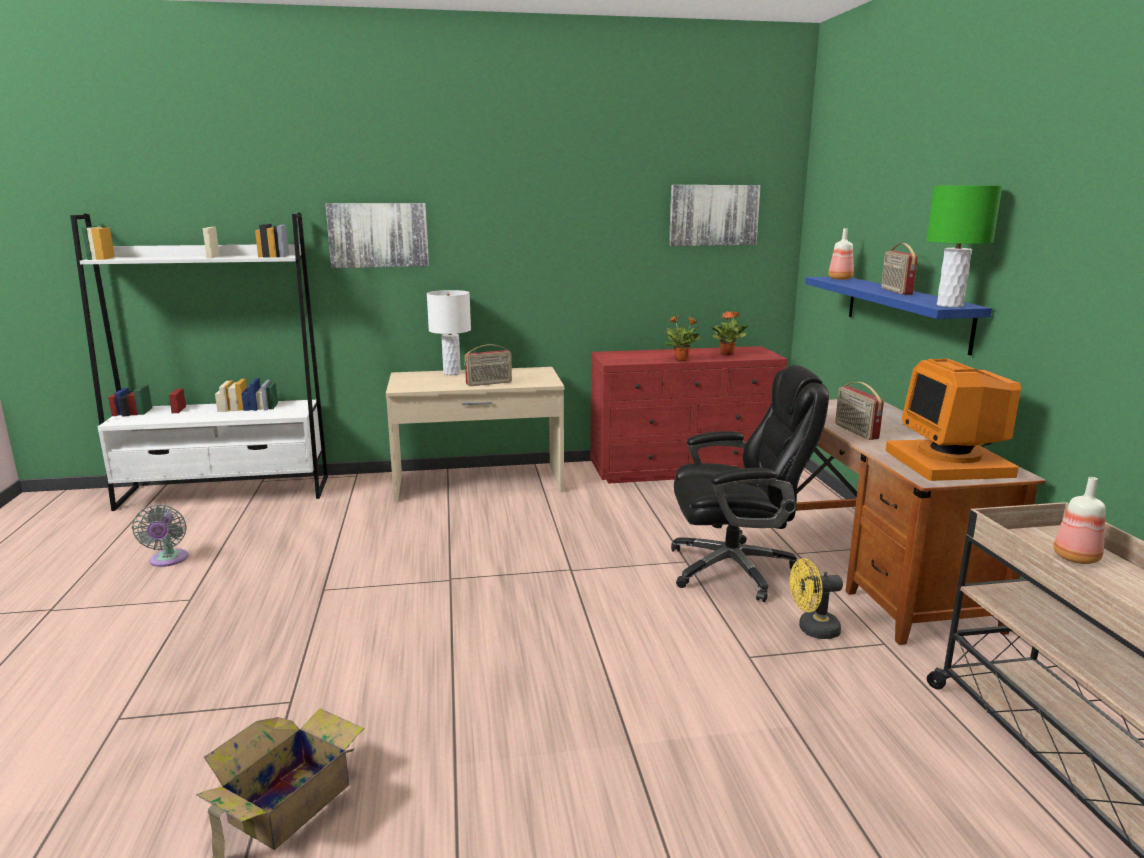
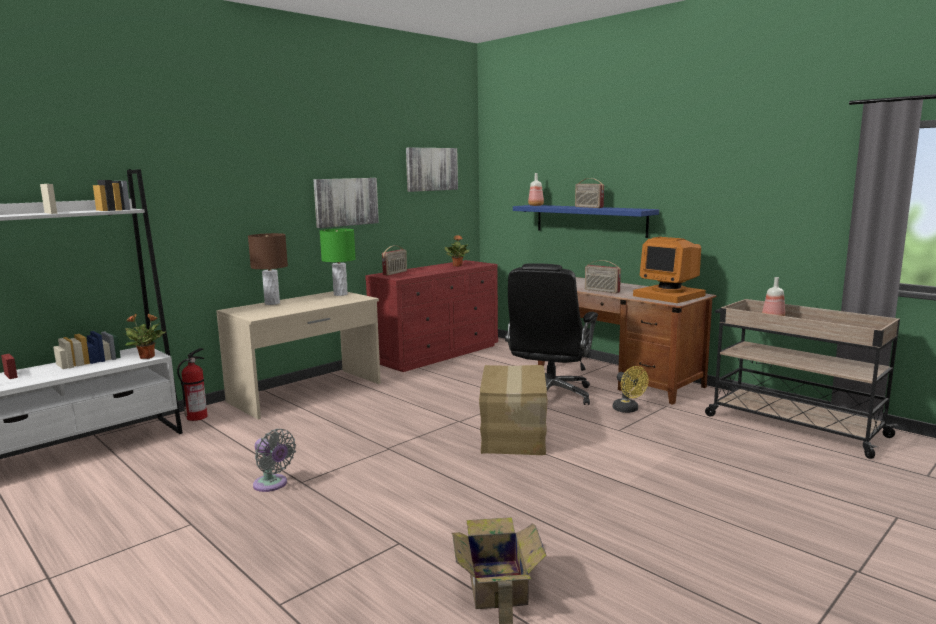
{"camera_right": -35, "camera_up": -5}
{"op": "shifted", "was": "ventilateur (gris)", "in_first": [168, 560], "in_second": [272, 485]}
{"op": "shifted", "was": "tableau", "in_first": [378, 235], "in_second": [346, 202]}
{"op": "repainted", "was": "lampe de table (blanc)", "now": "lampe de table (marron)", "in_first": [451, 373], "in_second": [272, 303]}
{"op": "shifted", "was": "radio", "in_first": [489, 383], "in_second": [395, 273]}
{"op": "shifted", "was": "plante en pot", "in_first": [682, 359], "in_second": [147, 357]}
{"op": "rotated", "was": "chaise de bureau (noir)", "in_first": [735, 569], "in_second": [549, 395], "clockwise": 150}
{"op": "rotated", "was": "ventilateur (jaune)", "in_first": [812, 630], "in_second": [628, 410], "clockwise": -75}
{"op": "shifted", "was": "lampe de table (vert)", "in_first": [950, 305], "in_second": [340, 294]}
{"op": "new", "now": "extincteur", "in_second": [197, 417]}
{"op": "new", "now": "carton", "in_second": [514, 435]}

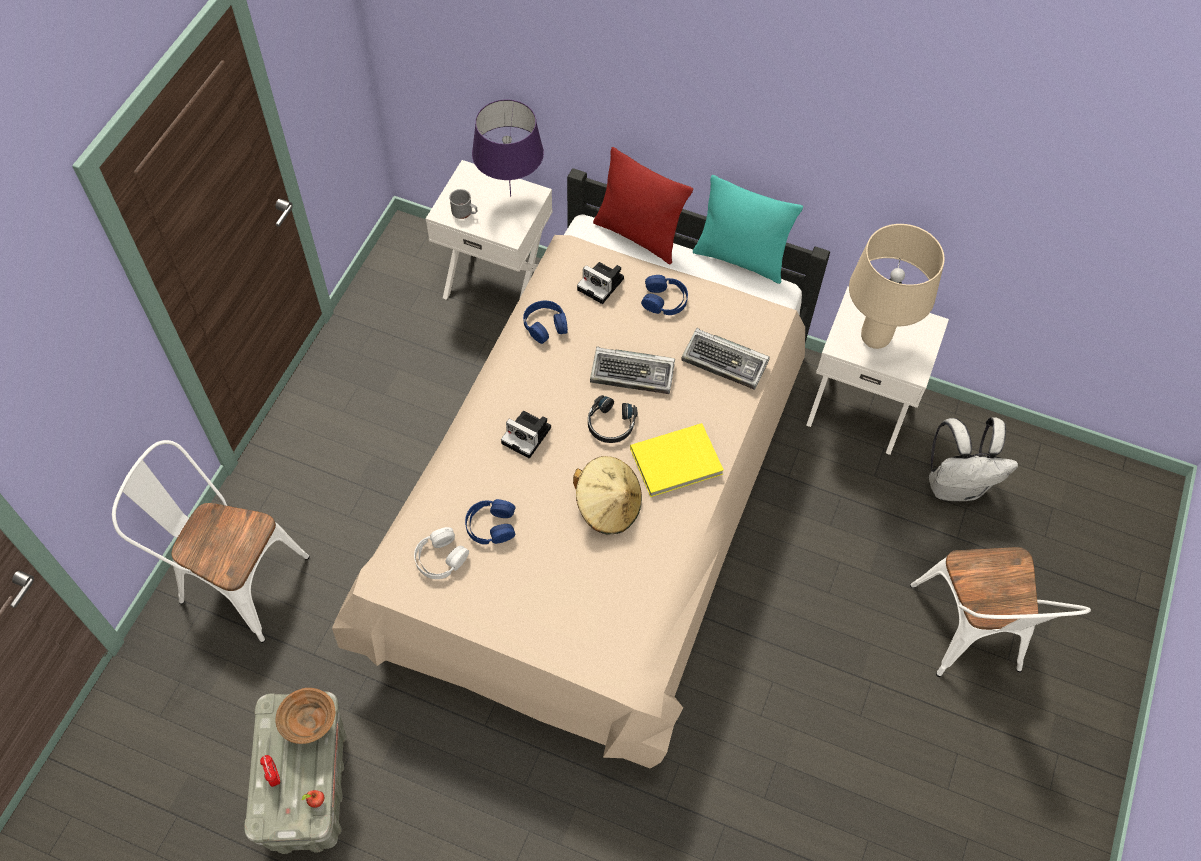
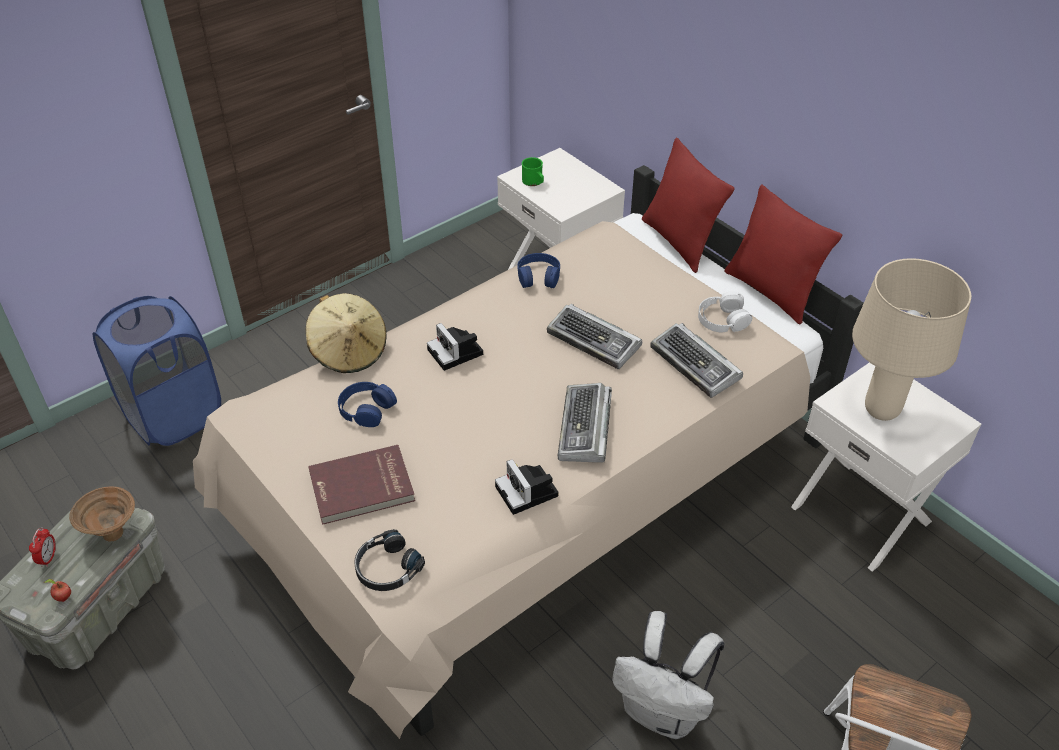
{"camera_right": 30, "camera_up": -15}
{"op": "swapped", "was": "chaise (blanc)", "now": "panier à linge (bleu)", "in_first": [233, 578], "in_second": [174, 415]}
{"op": "shifted", "was": "casque audio (blanc)", "in_first": [440, 558], "in_second": [722, 319]}
{"op": "repainted", "was": "mug (gris)", "now": "mug (vert)", "in_first": [464, 212], "in_second": [534, 182]}
{"op": "gone", "was": "lampe de table (violet)", "in_first": [510, 196]}
{"op": "shifted", "was": "chapeau (beige)", "in_first": [608, 506], "in_second": [349, 351]}
{"op": "shifted", "was": "appareil photo", "in_first": [602, 284], "in_second": [528, 492]}
{"op": "shifted", "was": "casque audio (noir)", "in_first": [610, 424], "in_second": [387, 568]}
{"op": "swapped", "was": "livre (jaune)", "now": "clavier", "in_first": [676, 463], "in_second": [585, 429]}
{"op": "gone", "was": "casque audio (bleu)", "in_first": [664, 300]}
{"op": "repainted", "was": "coussin (turquoise)", "now": "coussin (rouge)", "in_first": [740, 258], "in_second": [771, 292]}
{"op": "shifted", "was": "sac à dos (blanc)", "in_first": [956, 485], "in_second": [663, 712]}
{"op": "new", "now": "livre (rouge)", "in_second": [362, 488]}

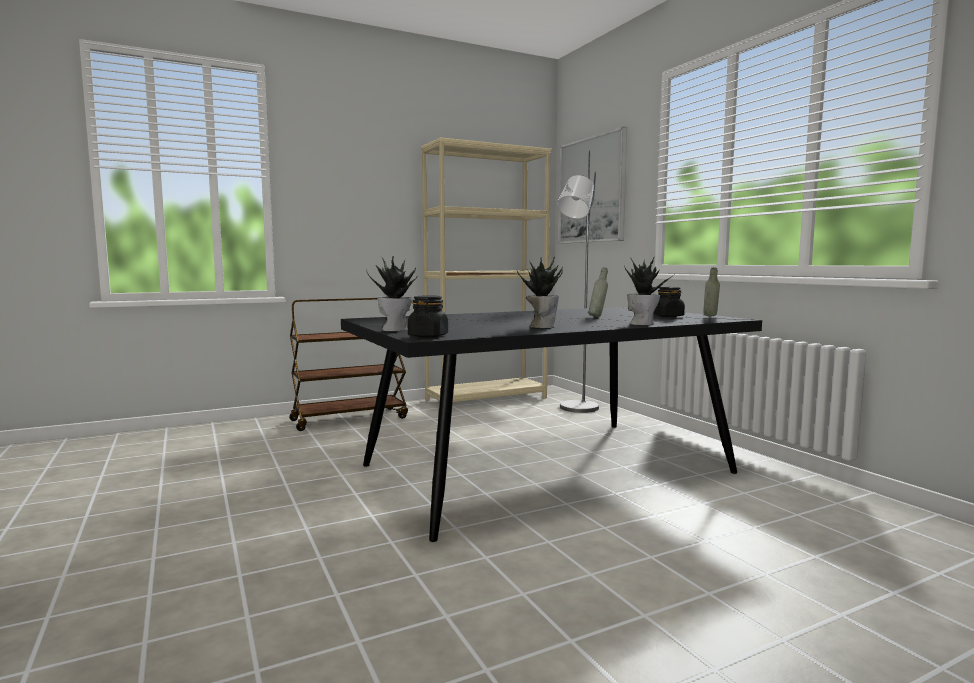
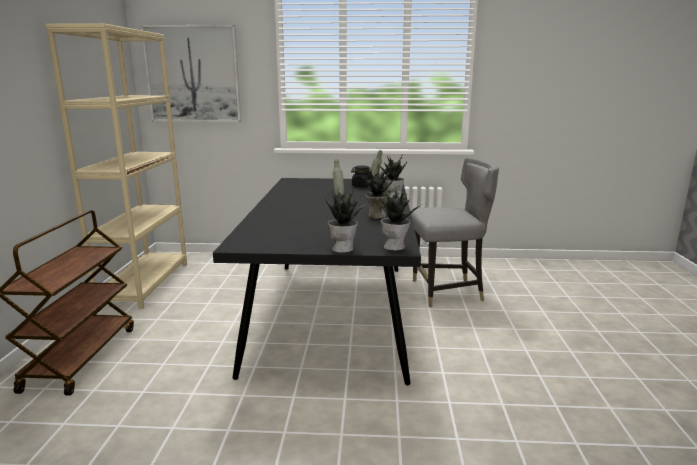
{"camera_right": -60, "camera_up": 10}
{"op": "swapped", "was": "bocal (noir)", "now": "plante en pot", "in_first": [428, 336], "in_second": [395, 246]}
{"op": "gone", "was": "lampadaire (gris)", "in_first": [576, 409]}
{"op": "new", "now": "chaise (gris)", "in_second": [446, 292]}

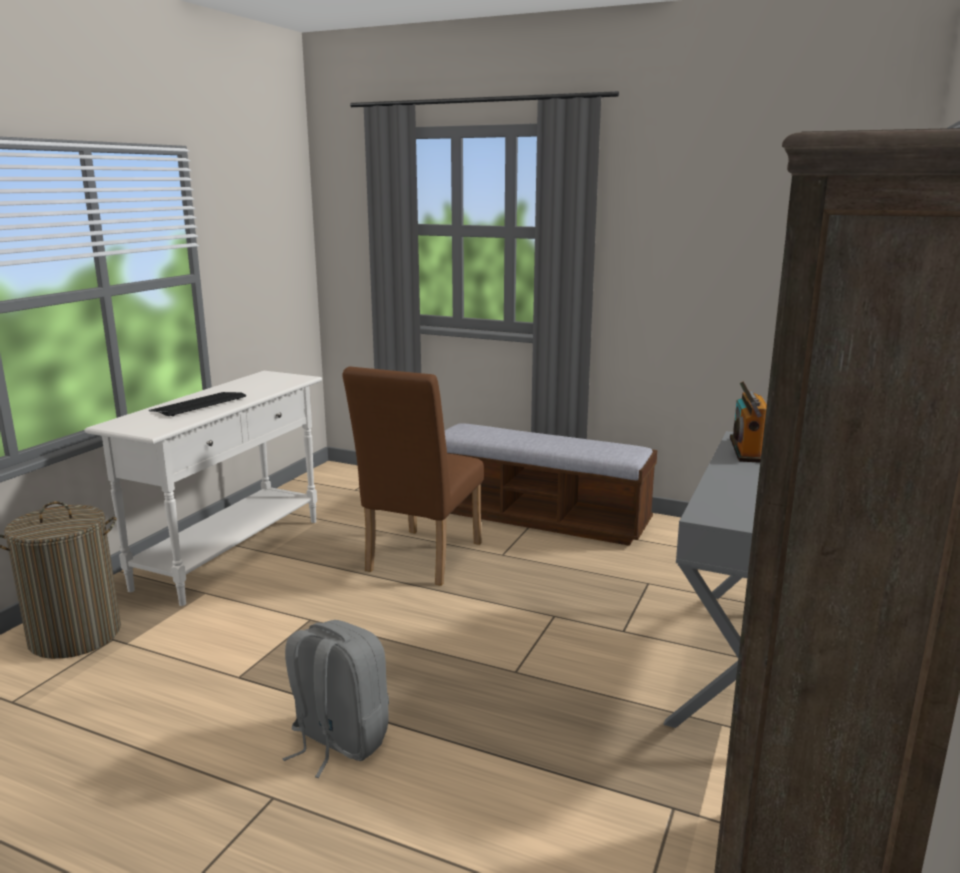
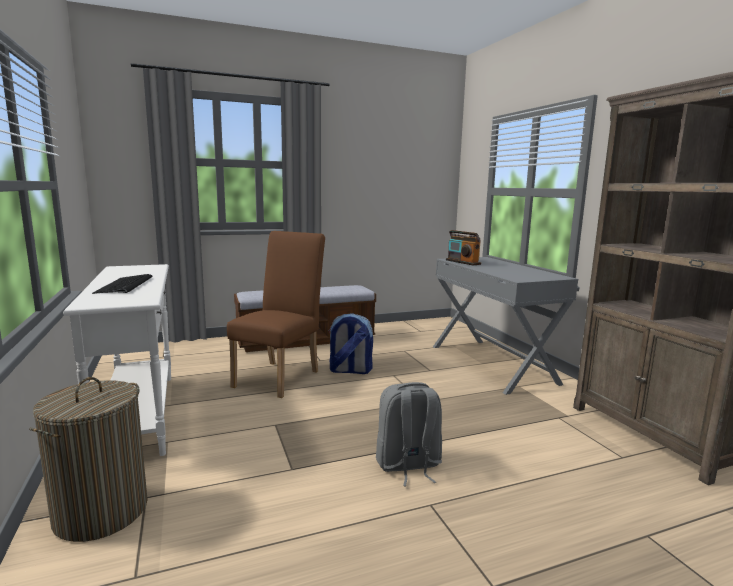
{"camera_right": -45, "camera_up": -5}
{"op": "rotated", "was": "chaise (marron)", "in_first": [419, 560], "in_second": [281, 376], "clockwise": -135}
{"op": "new", "now": "sac à dos", "in_second": [349, 370]}

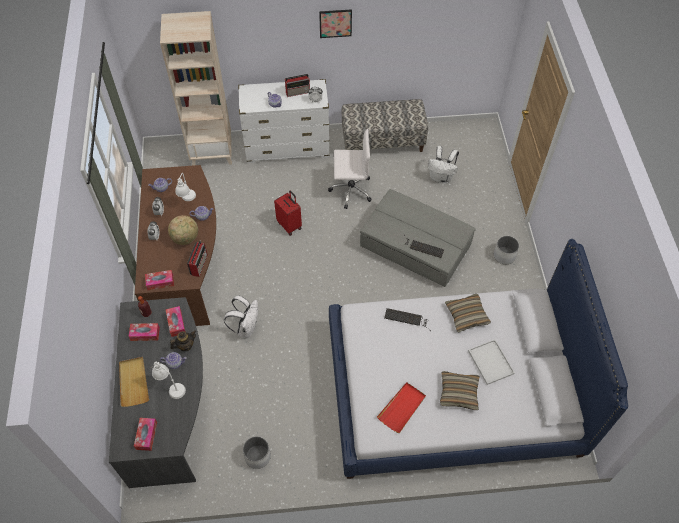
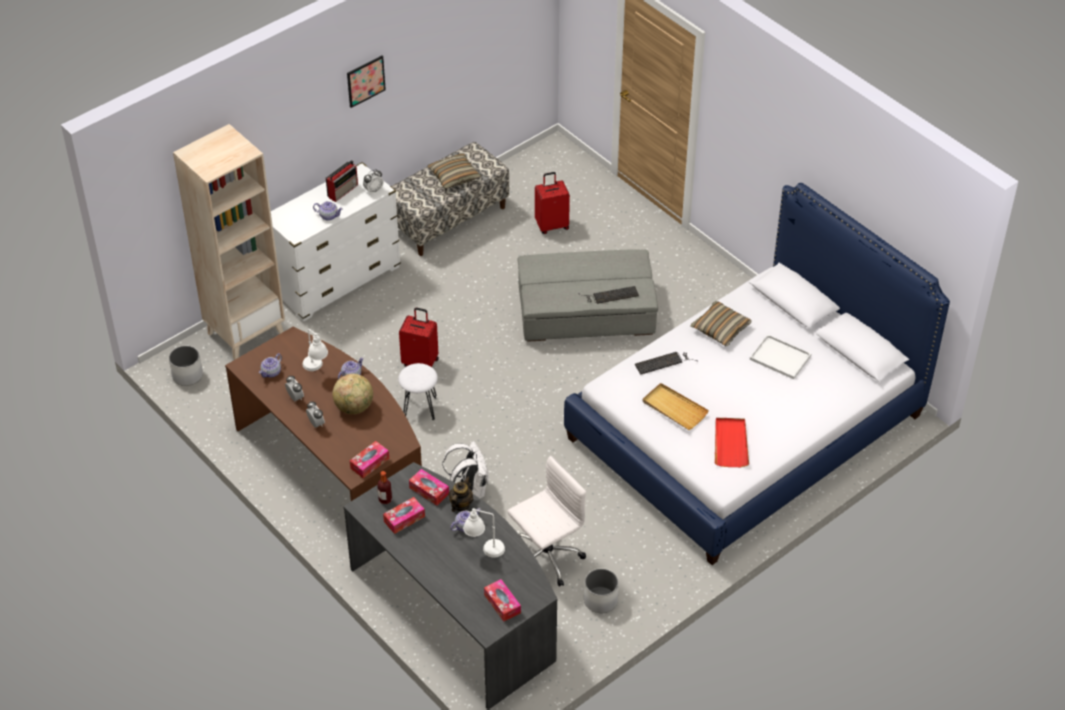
{"camera_right": -35, "camera_up": -10}
{"op": "shifted", "was": "plateau (beige)", "in_first": [133, 382], "in_second": [674, 408]}
{"op": "gone", "was": "radio", "in_first": [199, 264]}
{"op": "shifted", "was": "chaise de bureau (blanc)", "in_first": [350, 190], "in_second": [545, 557]}
{"op": "swapped", "was": "sac à dos (blanc)", "now": "valise (rouge)", "in_first": [441, 177], "in_second": [552, 225]}
{"op": "shifted", "was": "coussin", "in_first": [458, 393], "in_second": [454, 176]}
{"op": "shifted", "was": "cache-pot (blanc)", "in_first": [504, 256], "in_second": [188, 375]}
{"op": "new", "now": "tabouret (blanc)", "in_second": [420, 408]}

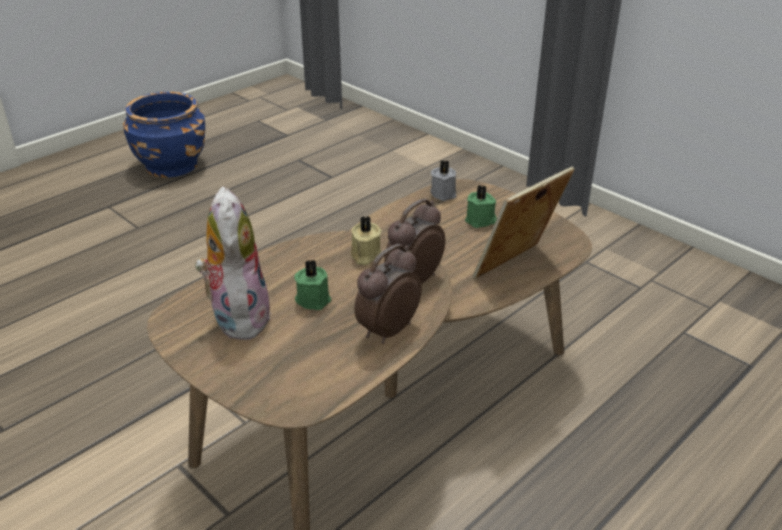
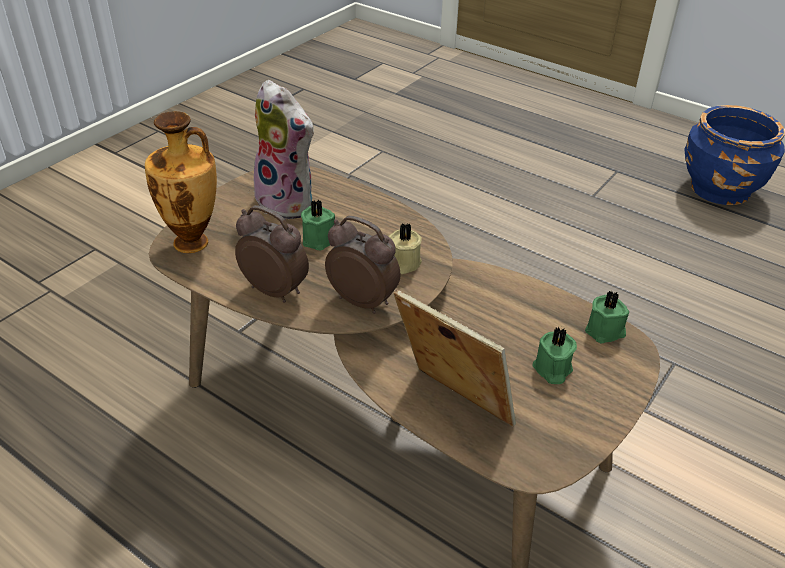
{"camera_right": 80, "camera_up": 5}
{"op": "rotated", "was": "peluche", "in_first": [237, 316], "in_second": [289, 203], "clockwise": 60}
{"op": "repainted", "was": "bougie (gris)", "now": "bougie (vert)", "in_first": [444, 193], "in_second": [605, 331]}
{"op": "new", "now": "vase", "in_second": [193, 243]}

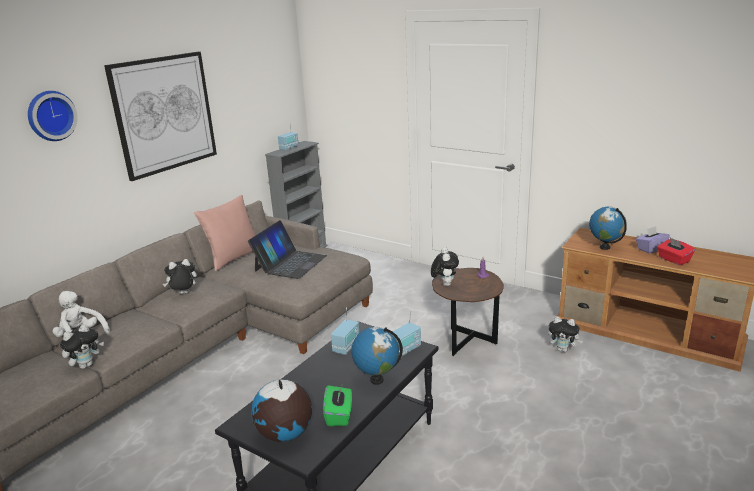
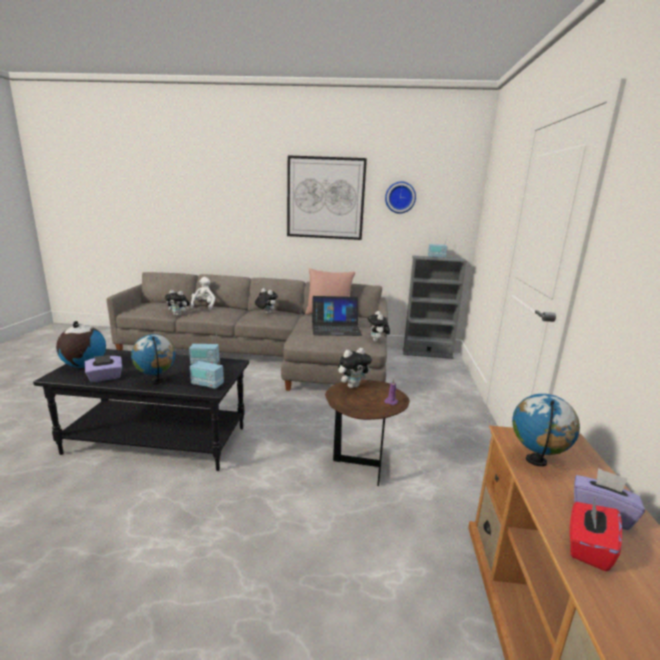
{"camera_right": 60, "camera_up": -5}
{"op": "shifted", "was": "horloge murale", "in_first": [50, 115], "in_second": [400, 197]}
{"op": "repainted", "was": "boîte à mouchoirs (vert)", "now": "boîte à mouchoirs (violet)", "in_first": [339, 415], "in_second": [105, 377]}
{"op": "shifted", "was": "peluche", "in_first": [563, 349], "in_second": [377, 341]}

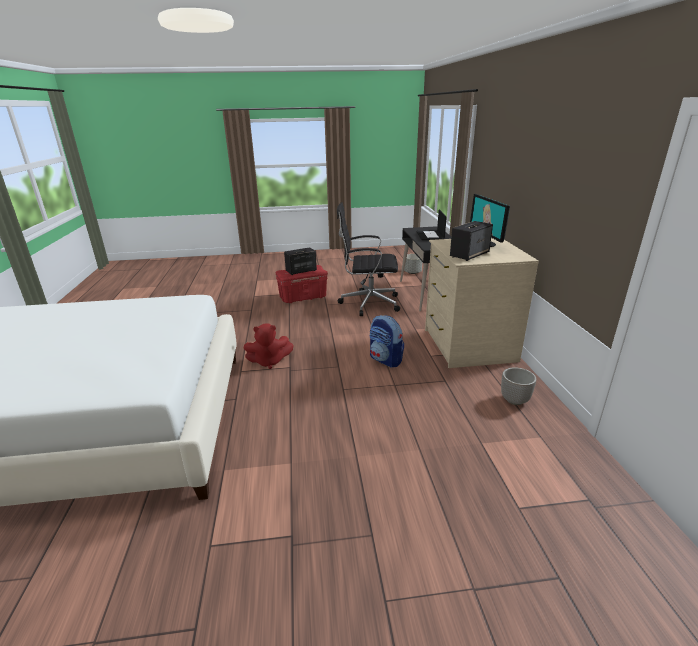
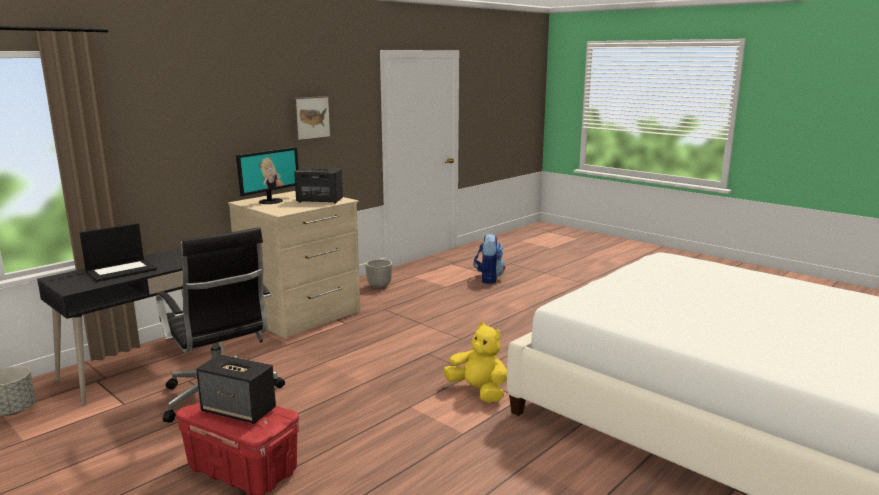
{"camera_right": -130, "camera_up": -10}
{"op": "repainted", "was": "peluche (rouge)", "now": "peluche (jaune)", "in_first": [269, 361], "in_second": [478, 391]}
{"op": "shifted", "was": "sac à dos", "in_first": [386, 360], "in_second": [488, 278]}
{"op": "new", "now": "tableau", "in_second": [310, 117]}

